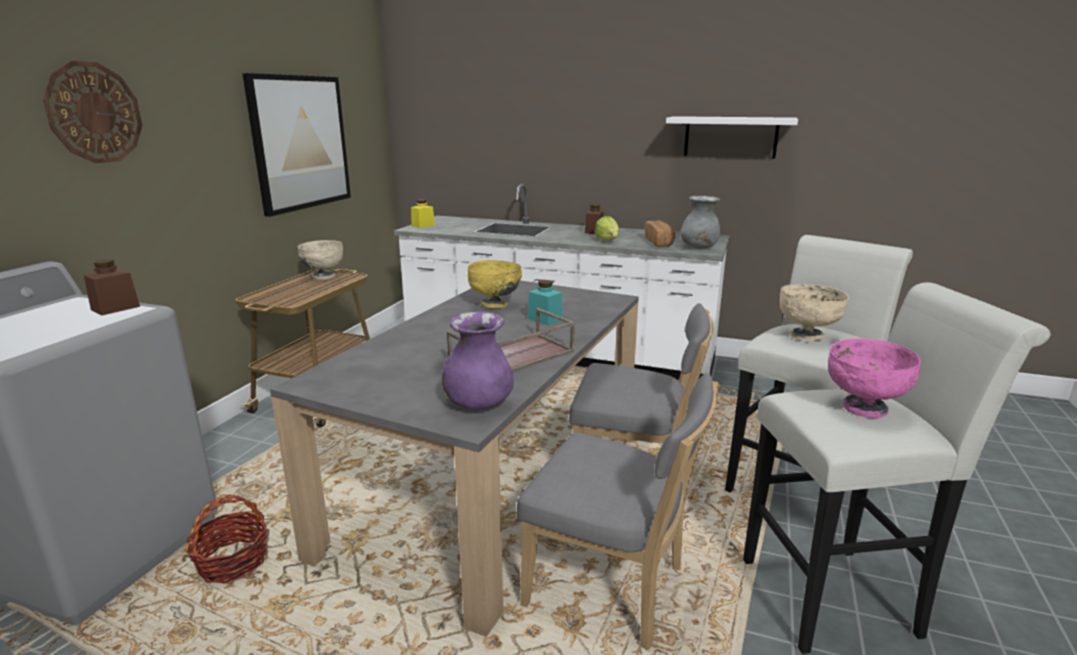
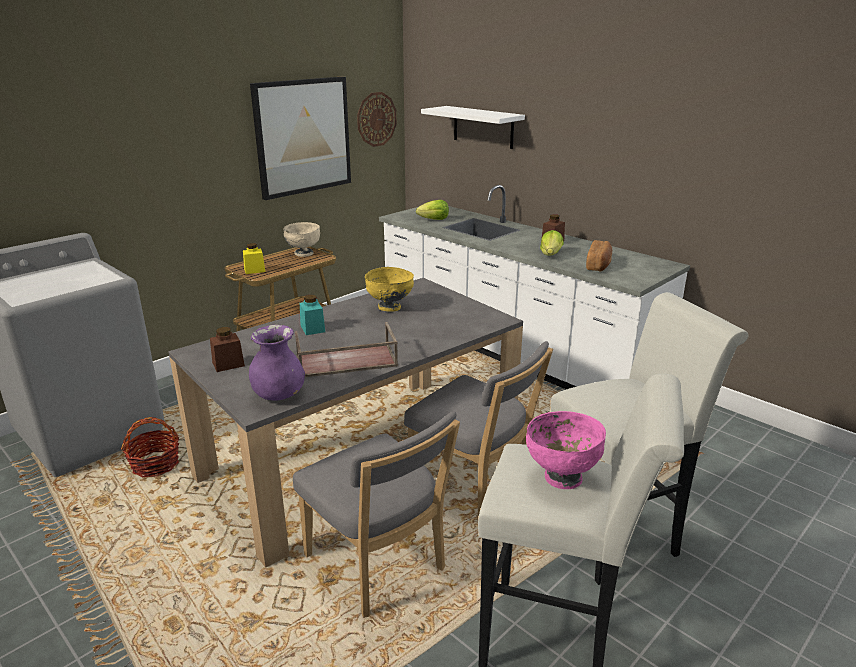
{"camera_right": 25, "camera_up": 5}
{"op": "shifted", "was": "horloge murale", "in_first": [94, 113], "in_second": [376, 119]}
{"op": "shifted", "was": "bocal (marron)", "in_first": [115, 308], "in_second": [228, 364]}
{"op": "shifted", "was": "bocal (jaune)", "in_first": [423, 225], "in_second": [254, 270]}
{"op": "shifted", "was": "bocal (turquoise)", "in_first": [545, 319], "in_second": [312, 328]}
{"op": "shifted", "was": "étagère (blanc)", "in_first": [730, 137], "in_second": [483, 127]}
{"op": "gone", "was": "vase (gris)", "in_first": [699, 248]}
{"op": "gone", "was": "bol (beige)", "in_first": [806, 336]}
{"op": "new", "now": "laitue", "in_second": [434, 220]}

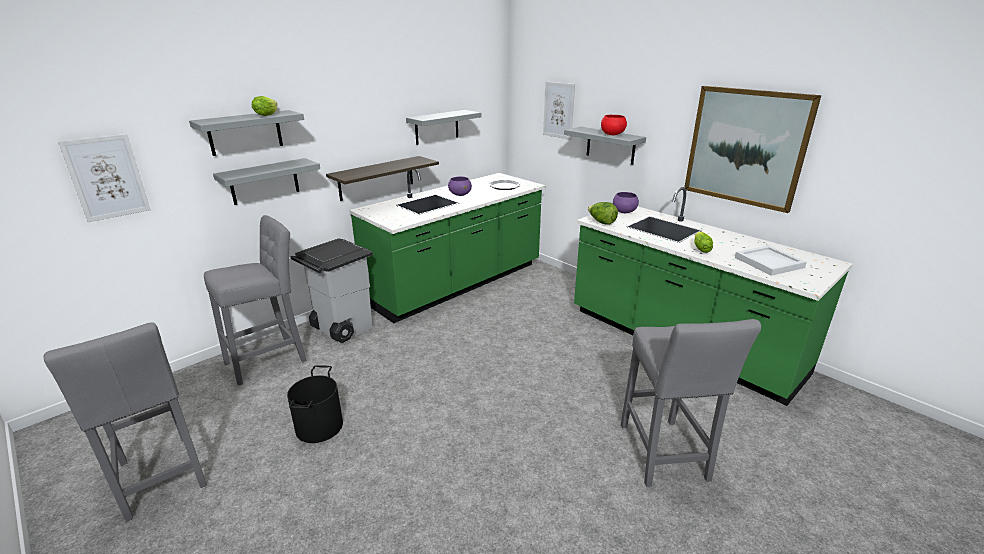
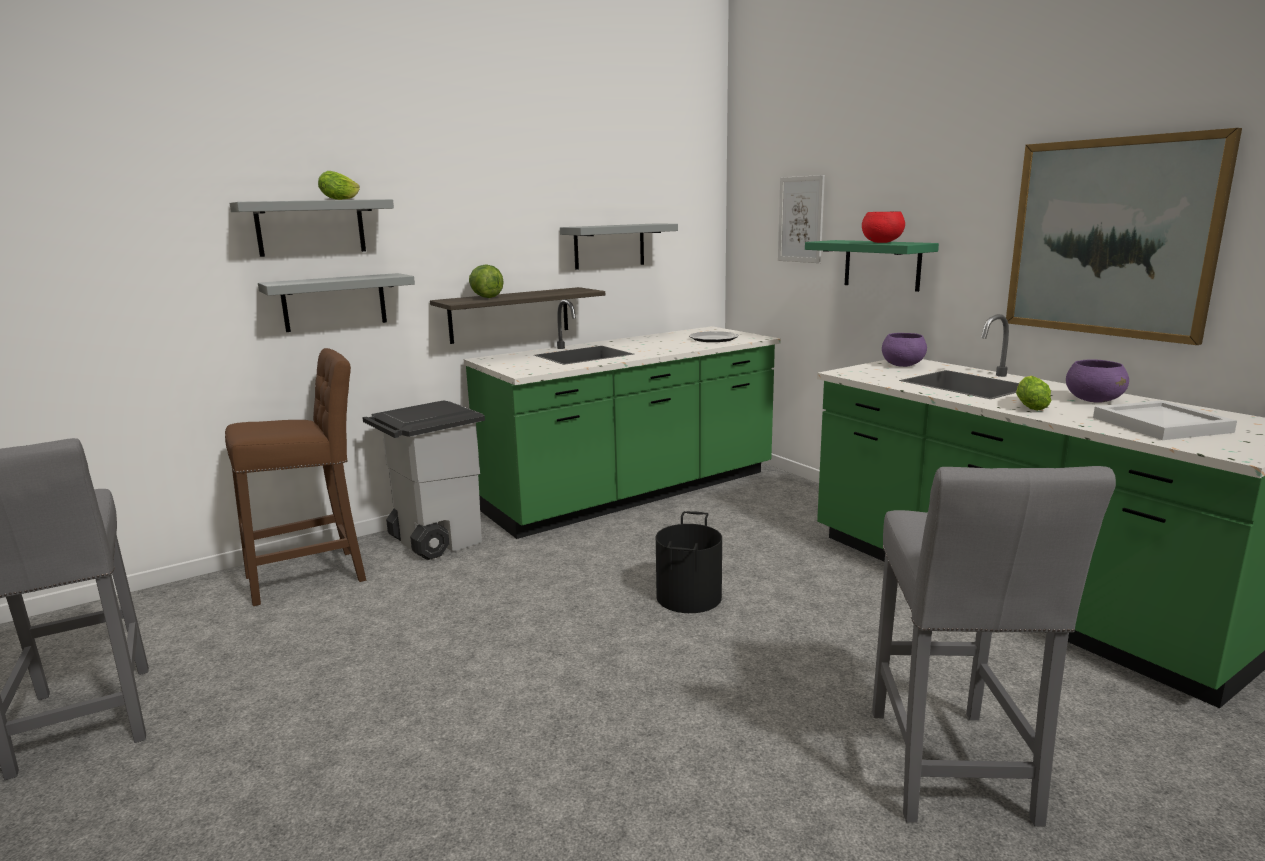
{"camera_right": 10, "camera_up": -10}
{"op": "gone", "was": "tableau", "in_first": [107, 177]}
{"op": "repainted", "was": "tabouret (gris)", "now": "tabouret (marron)", "in_first": [270, 360], "in_second": [313, 576]}
{"op": "shifted", "was": "seau (noir)", "in_first": [320, 426], "in_second": [690, 596]}
{"op": "shifted", "was": "bol (violet)", "in_first": [460, 194], "in_second": [1093, 400]}
{"op": "repainted", "was": "étagère (gris)", "now": "étagère (vert)", "in_first": [610, 145], "in_second": [882, 264]}
{"op": "shifted", "was": "laitue", "in_first": [601, 222], "in_second": [485, 297]}

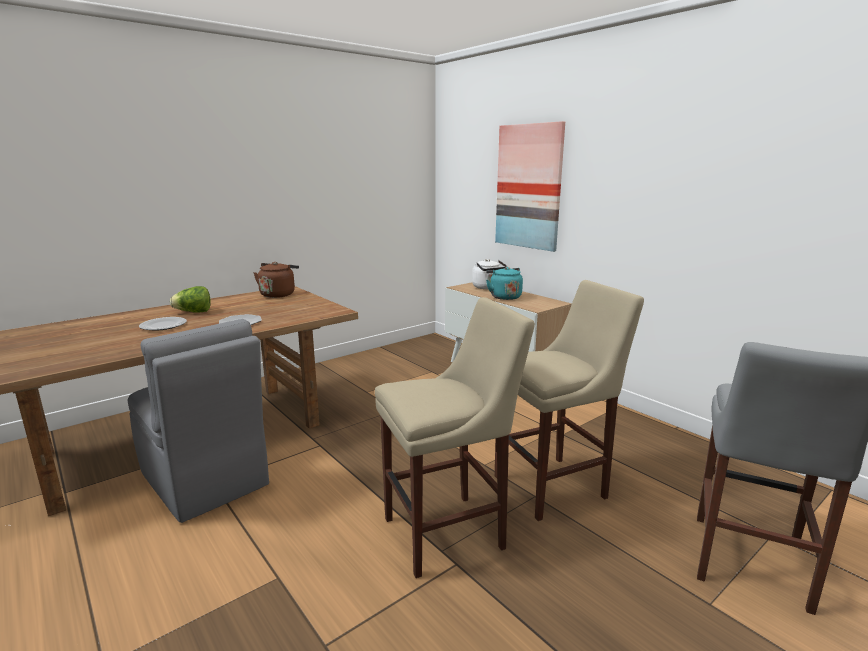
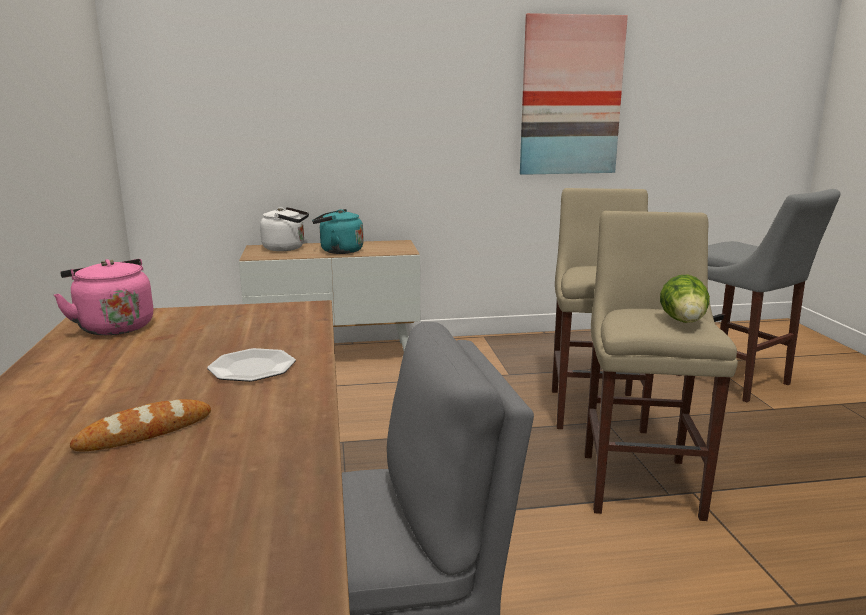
{"camera_right": -60, "camera_up": 0}
{"op": "swapped", "was": "assiette", "now": "pain", "in_first": [164, 325], "in_second": [145, 432]}
{"op": "shifted", "was": "laitue", "in_first": [194, 312], "in_second": [684, 322]}
{"op": "repainted", "was": "bouilloire (marron)", "now": "bouilloire (rose)", "in_first": [278, 294], "in_second": [113, 326]}
{"op": "shifted", "was": "tableau", "in_first": [529, 187], "in_second": [571, 96]}

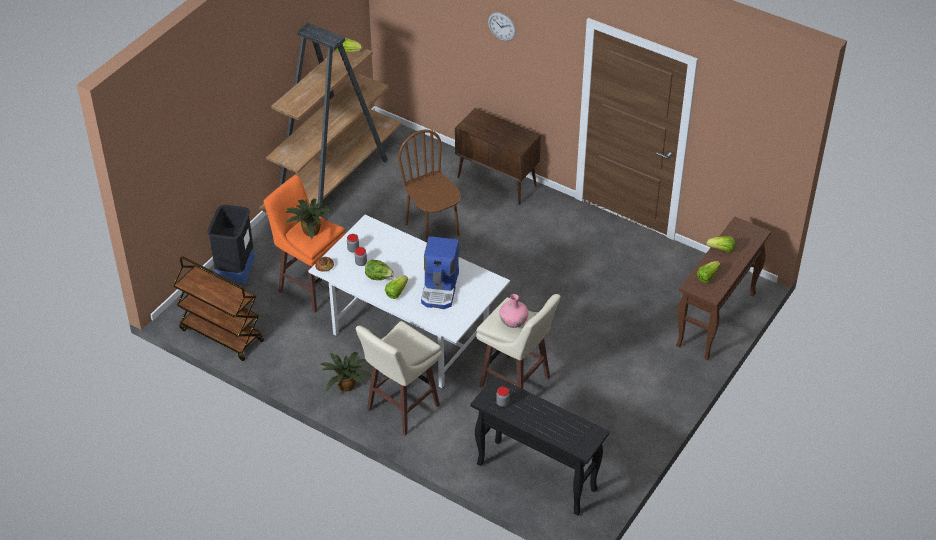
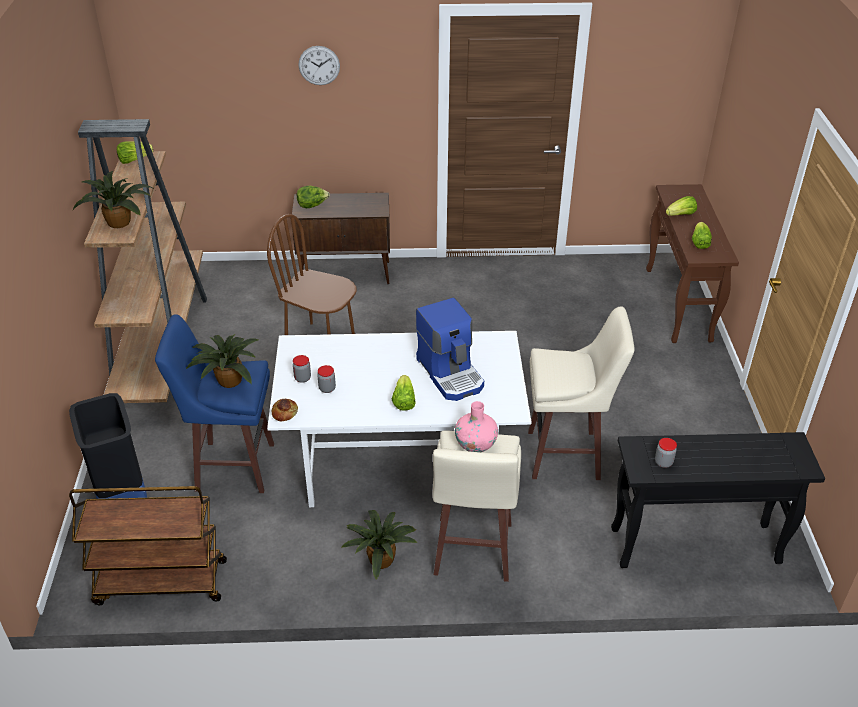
{"camera_right": -35, "camera_up": -5}
{"op": "repainted", "was": "tabouret (orange)", "now": "tabouret (bleu)", "in_first": [311, 287], "in_second": [232, 466]}
{"op": "shifted", "was": "laitue", "in_first": [379, 277], "in_second": [312, 206]}
{"op": "shifted", "was": "vase (rose)", "in_first": [513, 322], "in_second": [475, 444]}
{"op": "new", "now": "plante en pot", "in_second": [120, 221]}

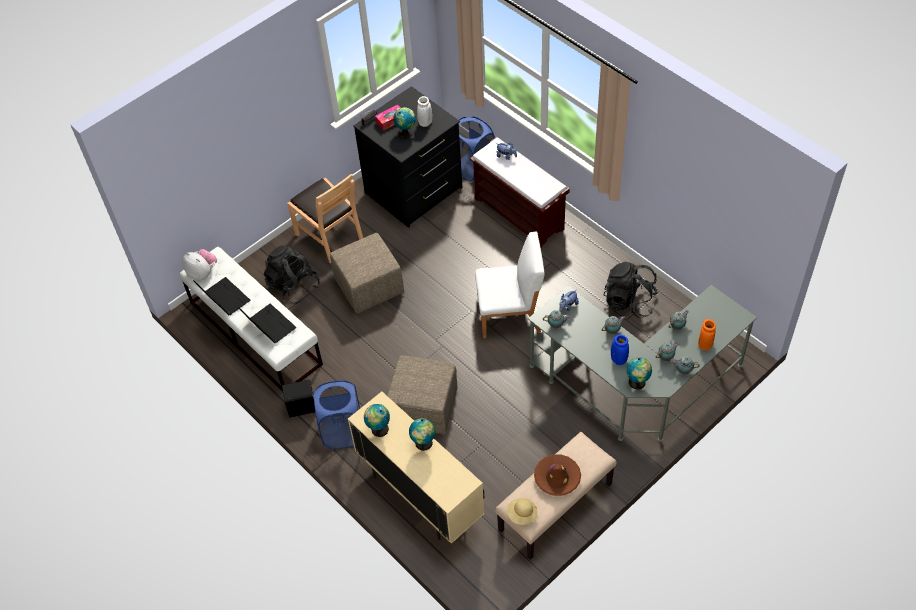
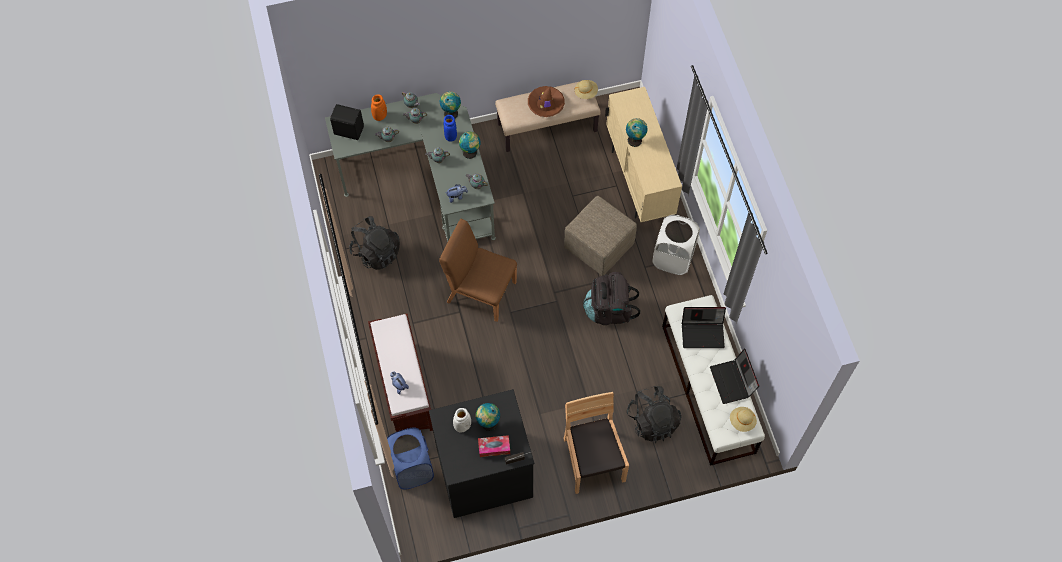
{"camera_right": -155, "camera_up": 10}
{"op": "swapped", "was": "peluche", "now": "chapeau (beige)", "in_first": [203, 273], "in_second": [742, 421]}
{"op": "rotated", "was": "ordinateur portable", "in_first": [269, 326], "in_second": [703, 332], "clockwise": -75}
{"op": "shifted", "was": "enceinte (noir)", "in_first": [302, 408], "in_second": [348, 130]}
{"op": "repainted", "was": "panier à linge (bleu)", "now": "panier à linge (blanc)", "in_first": [343, 432], "in_second": [673, 258]}
{"op": "gone", "was": "pouf (beige)", "in_first": [370, 286]}
{"op": "shifted", "was": "globe", "in_first": [378, 429], "in_second": [470, 153]}
{"op": "repainted", "was": "chaise (blanc)", "now": "chaise (marron)", "in_first": [510, 315], "in_second": [480, 291]}
{"op": "new", "now": "sac à dos (noir)", "in_second": [609, 310]}

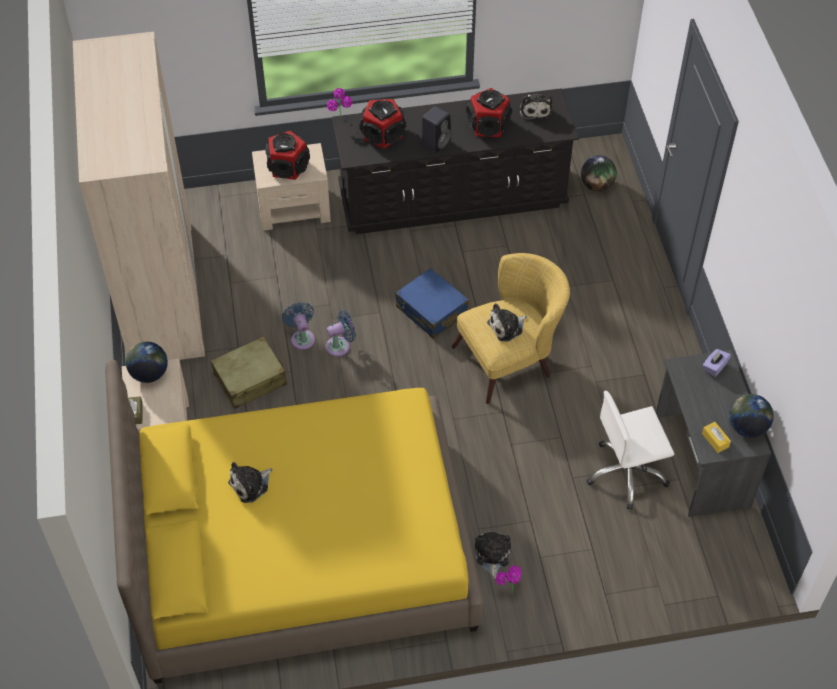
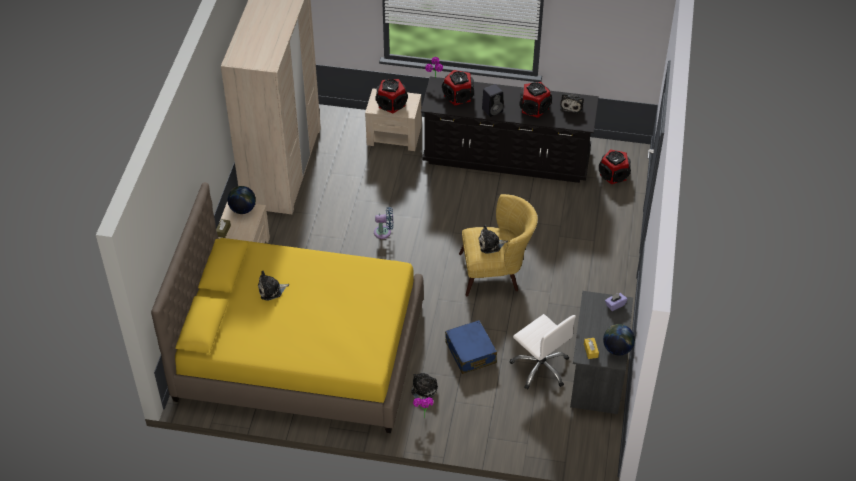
{"camera_right": 20, "camera_up": -5}
{"op": "gone", "was": "valise (beige)", "in_first": [250, 379]}
{"op": "gone", "was": "ventilateur (bleu)", "in_first": [302, 337]}
{"op": "shifted", "was": "valise (bleu)", "in_first": [432, 311], "in_second": [470, 353]}
{"op": "swapped", "was": "globe", "now": "enceinte", "in_first": [597, 185], "in_second": [614, 175]}
{"op": "rotated", "was": "chaise de bureau (blanc)", "in_first": [627, 473], "in_second": [540, 367], "clockwise": -135}

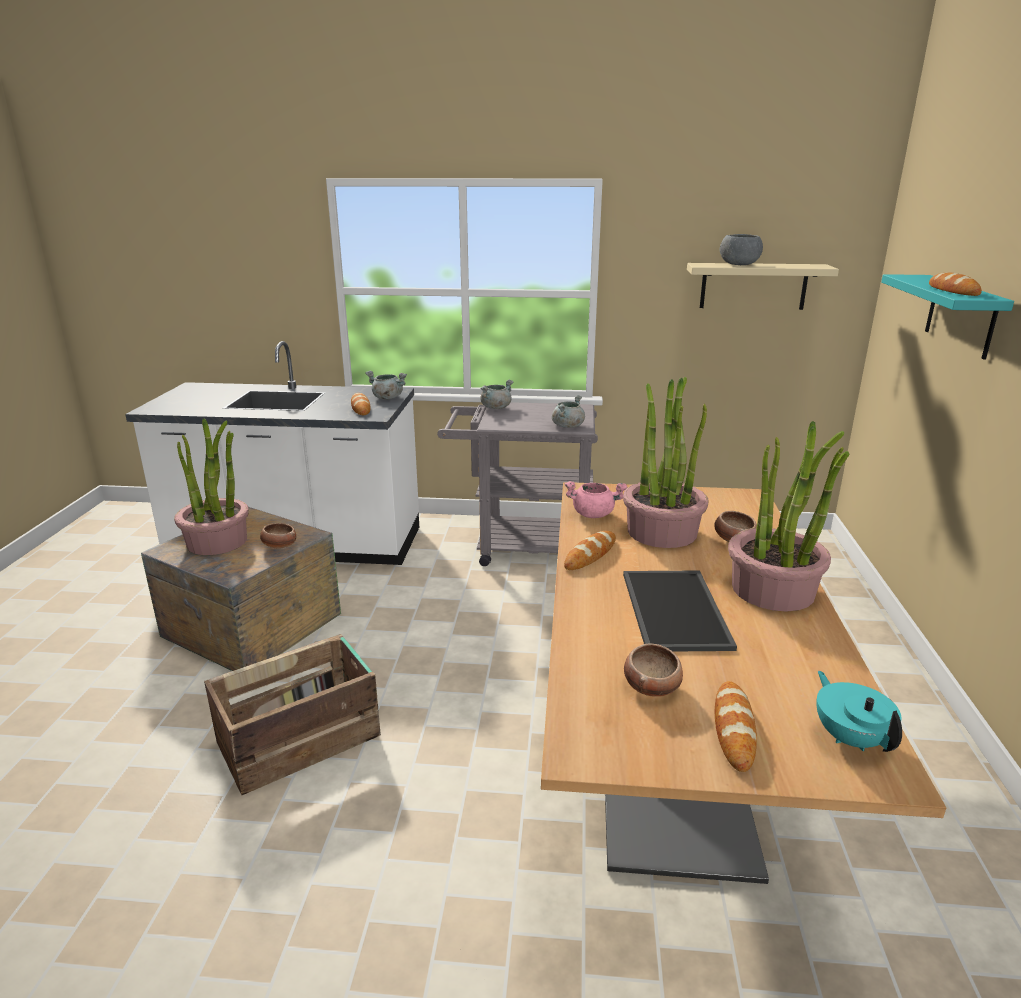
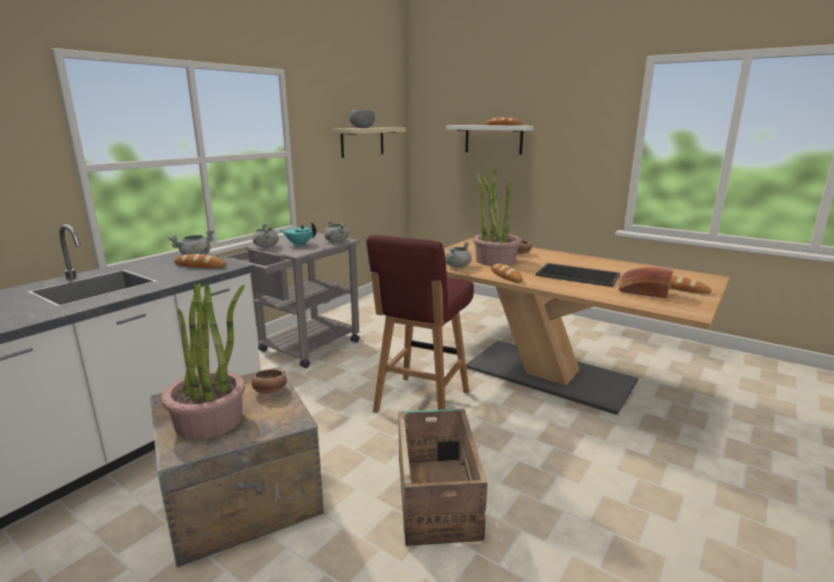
{"camera_right": -60, "camera_up": -5}
{"op": "repainted", "was": "marmite (rose)", "now": "marmite (gris)", "in_first": [593, 514], "in_second": [457, 266]}
{"op": "swapped", "was": "bol", "now": "pain", "in_first": [652, 686], "in_second": [642, 292]}
{"op": "gone", "was": "plante en pot", "in_first": [773, 590]}
{"op": "shifted", "was": "théière (turquoise)", "in_first": [850, 737], "in_second": [299, 244]}
{"op": "repainted", "was": "étagère (turquoise)", "now": "étagère (blanc)", "in_first": [960, 315], "in_second": [493, 139]}
{"op": "new", "now": "tabouret (rouge)", "in_second": [421, 402]}

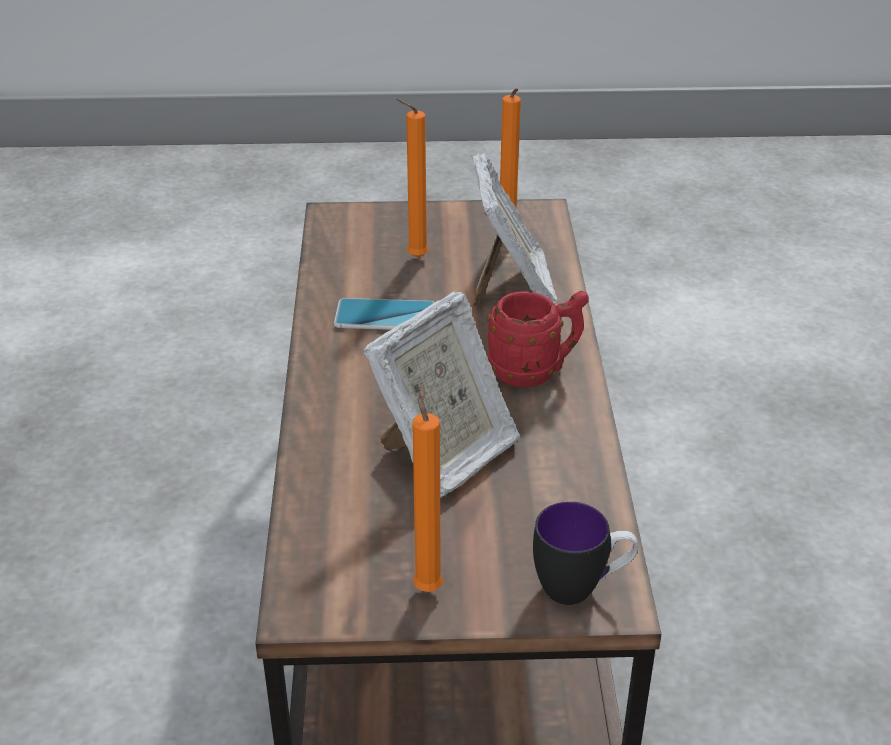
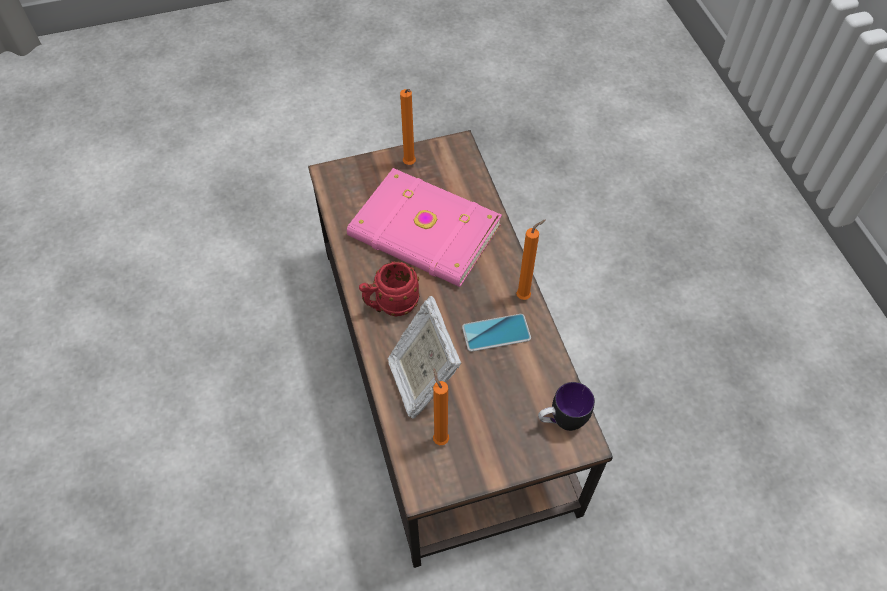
{"camera_right": 165, "camera_up": 20}
{"op": "swapped", "was": "cadre photo", "now": "livre (rose)", "in_first": [444, 456], "in_second": [424, 233]}
{"op": "shifted", "was": "bougie (orange)", "in_first": [414, 258], "in_second": [525, 296]}
{"op": "shifted", "was": "mug", "in_first": [581, 588], "in_second": [561, 421]}

